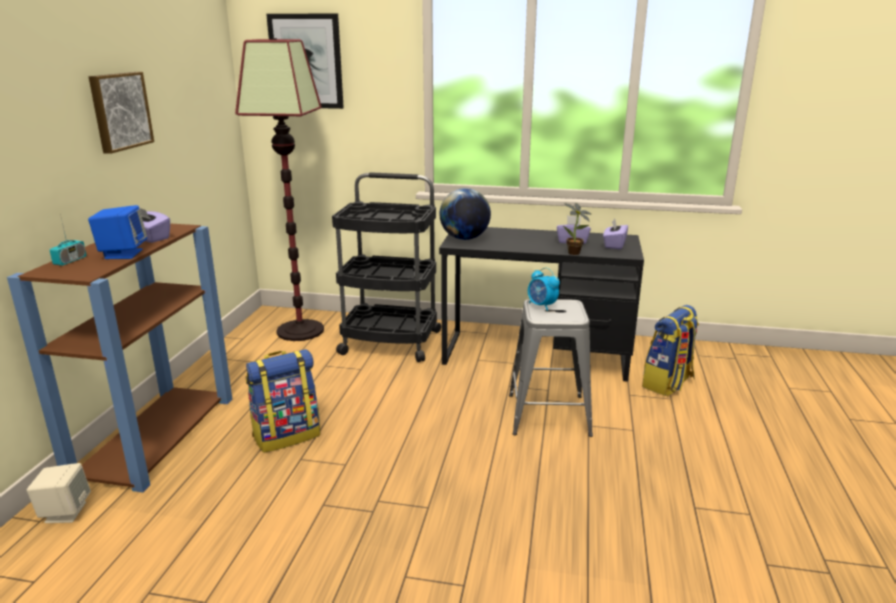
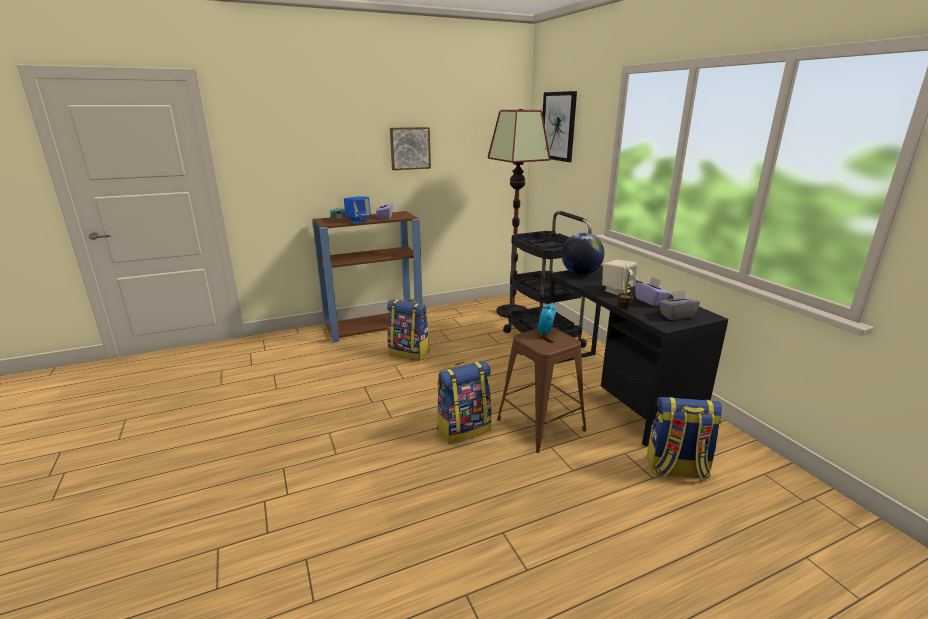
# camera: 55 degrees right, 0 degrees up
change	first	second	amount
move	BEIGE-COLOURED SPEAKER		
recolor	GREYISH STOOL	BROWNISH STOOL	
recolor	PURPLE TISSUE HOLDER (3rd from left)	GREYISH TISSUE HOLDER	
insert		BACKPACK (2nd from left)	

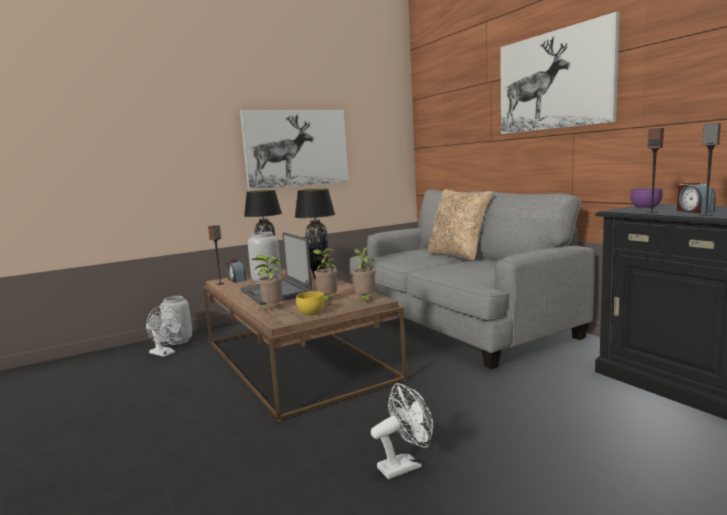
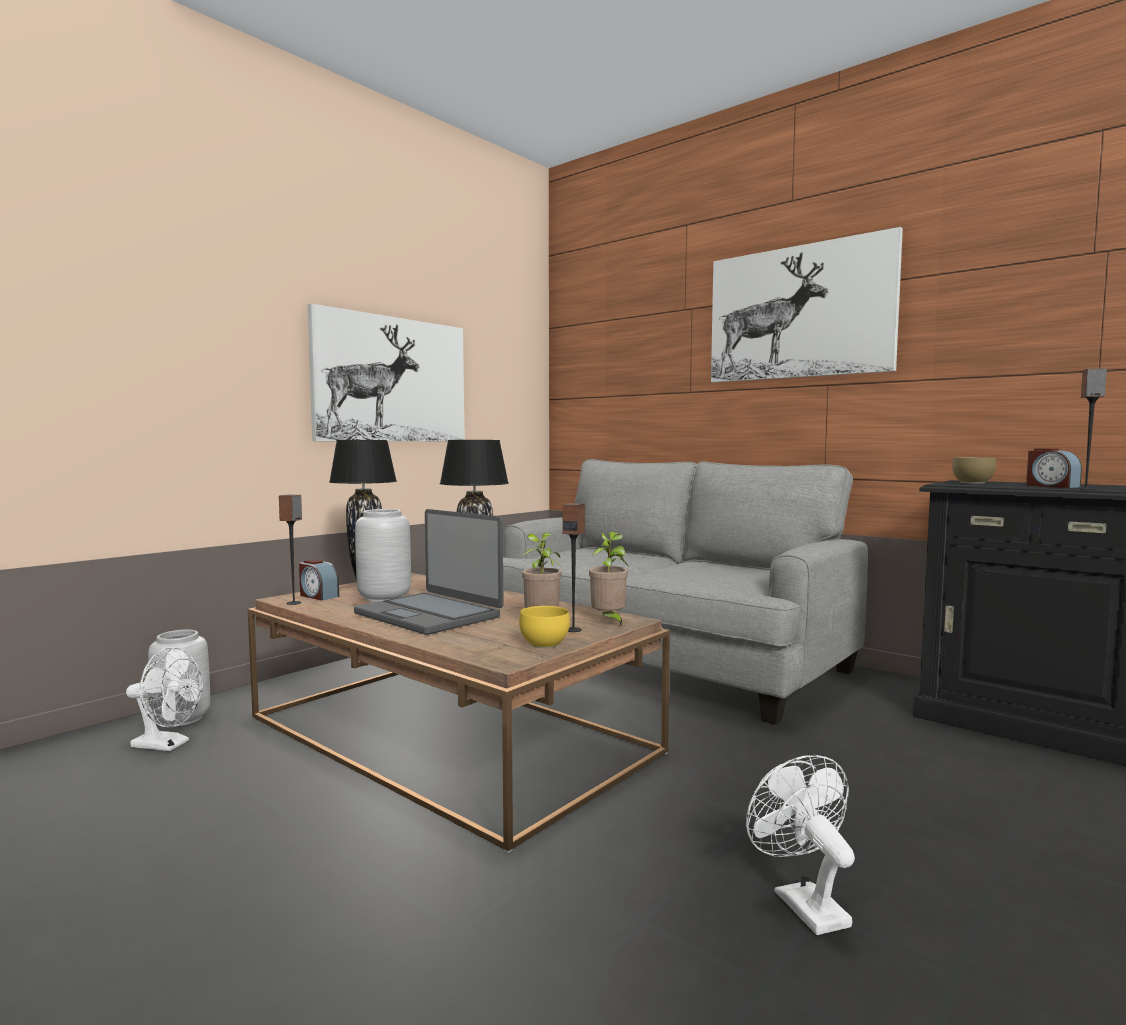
# camera: 20 degrees left, 5 degrees down
change	first	second	amount
delete	POTTED PLANT (1st from left)		
rotate	WHITE-COLOURED COOLING FAN (2nd from left)		60 degrees counterclockwise
delete	BEIGE-COLOURED PILLOW		
recolor	PURPLE BOWL	BROWNISH BOWL	
move	SPEAKER (2nd from left)		

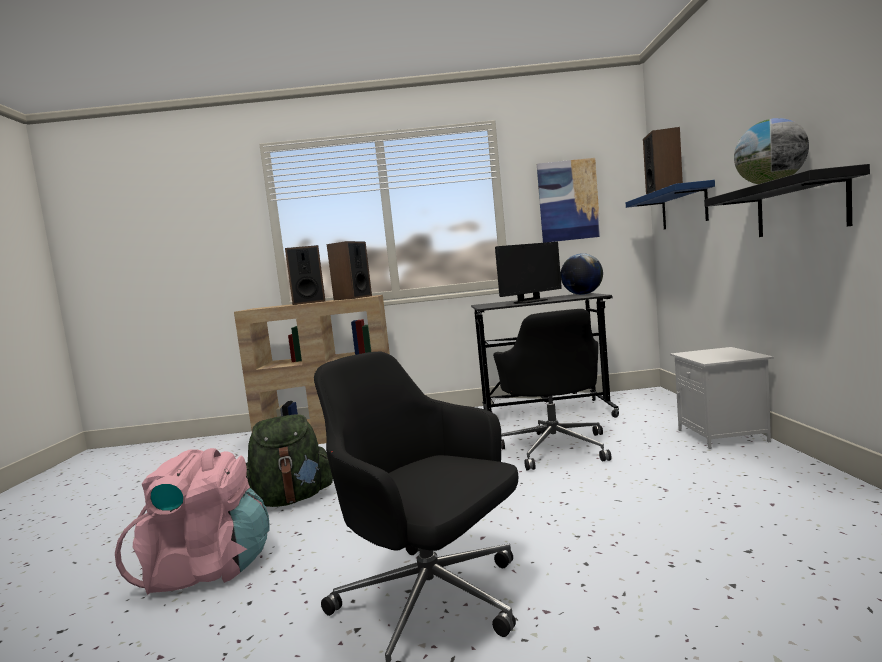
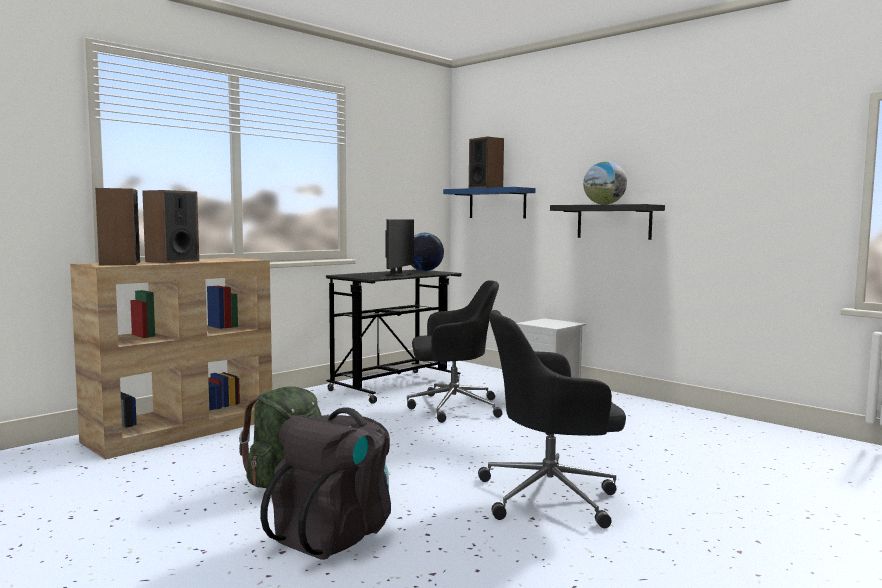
# camera: 45 degrees left, 0 degrees up
change	first	second	amount
recolor	PINK BACKPACK	BLACKISH BACKPACK	
move	SPEAKER (2nd from left in the first image)	SPEAKER (1st from left)	
rotate	BLACKISH DESK CHAIR (2nd from left in the first image)	BLACKISH DESK CHAIR (1st from left)	45 degrees counterclockwise
delete	WALL ART		

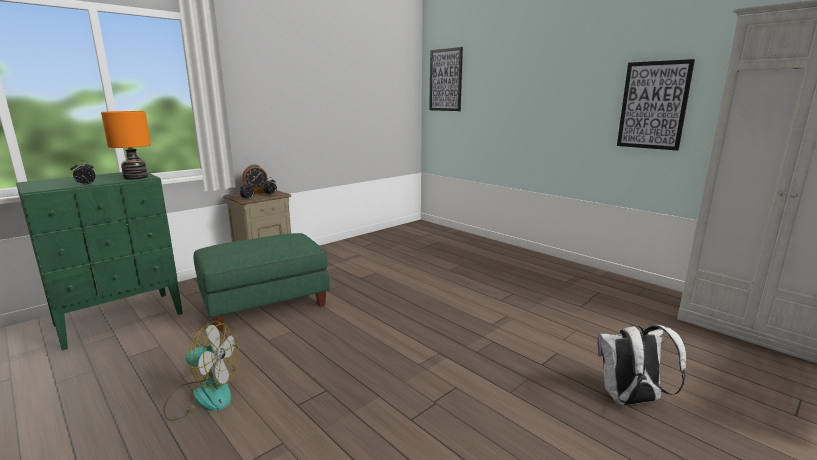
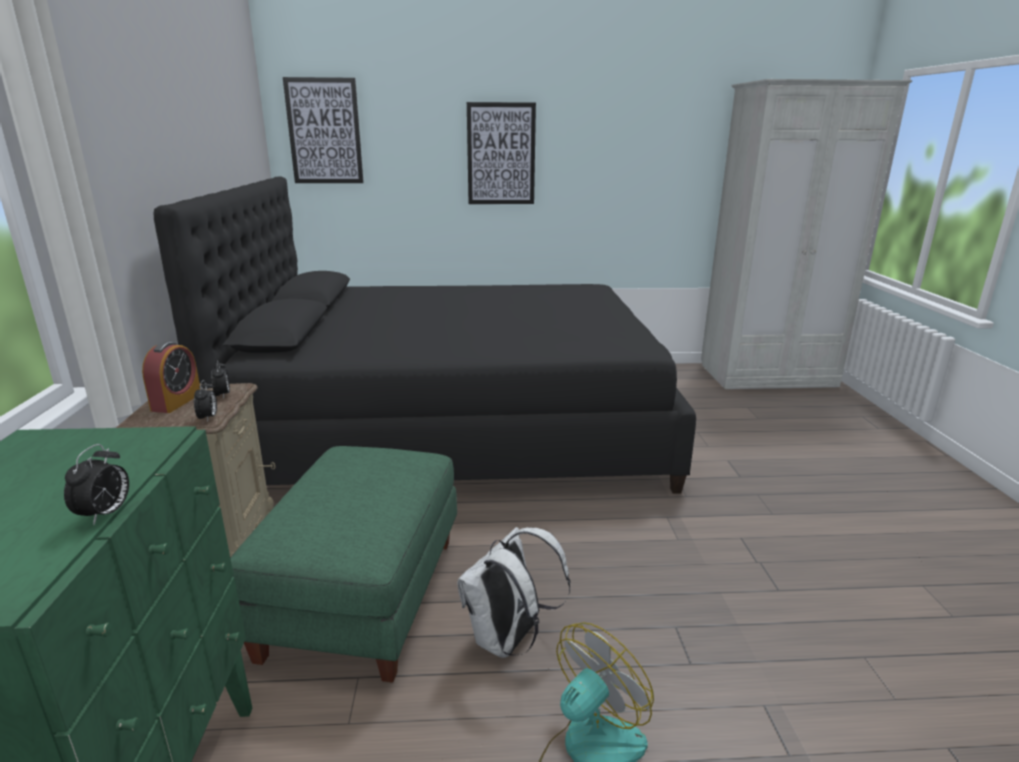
# camera: 50 degrees left, 5 degrees up
change	first	second	amount
delete	ORANGE-COLOURED LAMP FOR A TABLE		
move	WHITE-COLOURED BACKPACK		
move	WALL ART (2nd from left)		
insert		BLACKISH BEDROOM BED	

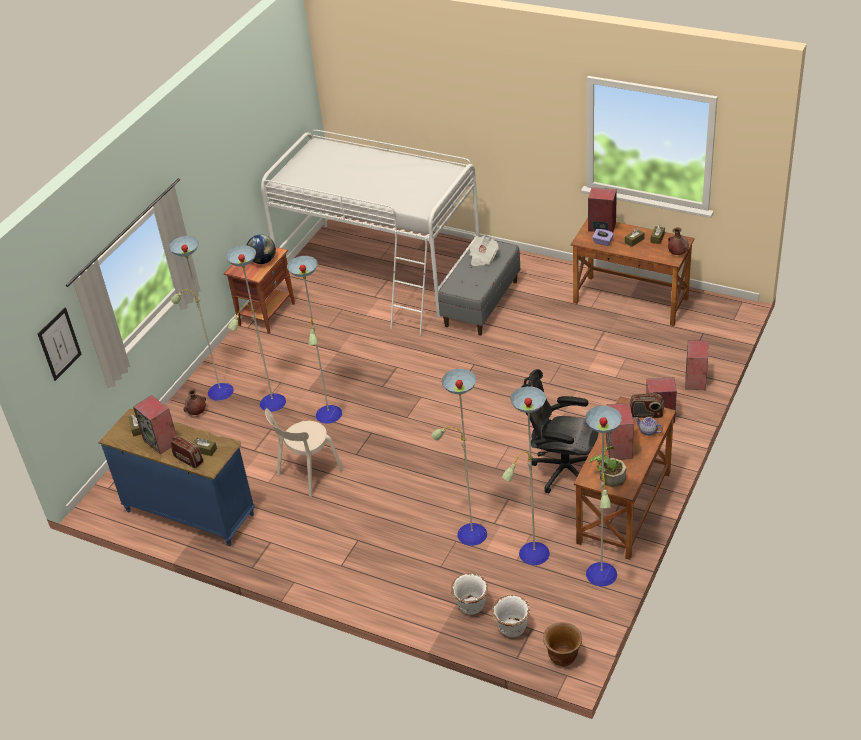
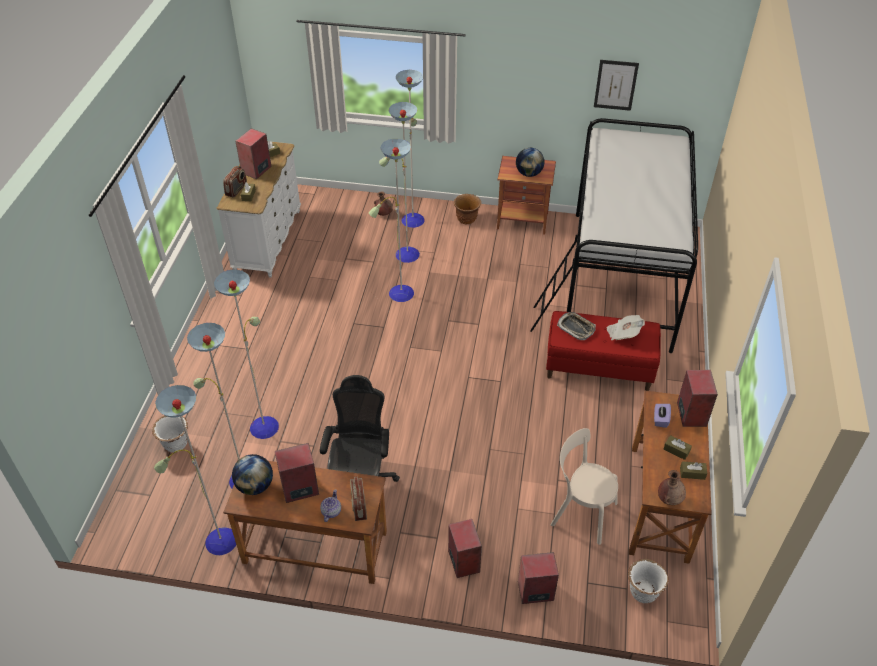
# camera: 70 degrees right, 5 degrees up
change	first	second	amount
move	WALL ART		
recolor	BLUE DRAWER CHEST	WHITE-COLOURED DRAWER CHEST	
recolor	WHITE-COLOURED BEDROOM BED	BLACKISH BEDROOM BED	
move	BEIGE-COLOURED UPRIGHT CHAIR		
recolor	GREYISH INDOOR BENCH	RED INDOOR BENCH	
move	WHITE-COLOURED PLANTER (2nd from left)		
move	BROWNISH PLANTER		
replace	POTTED PLANT	WORLD GLOBE (1st from left)	
insert		SERVING TRAY	

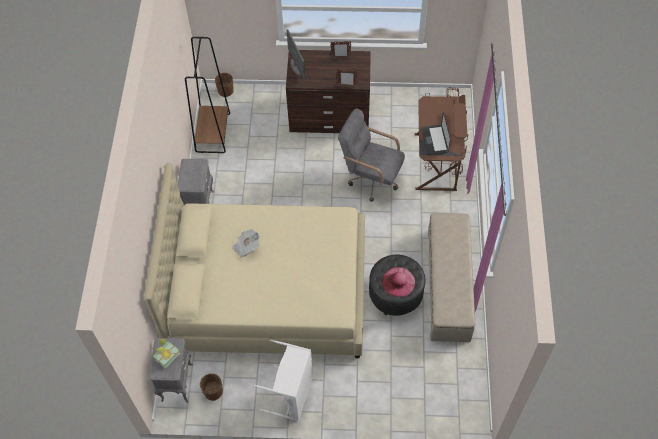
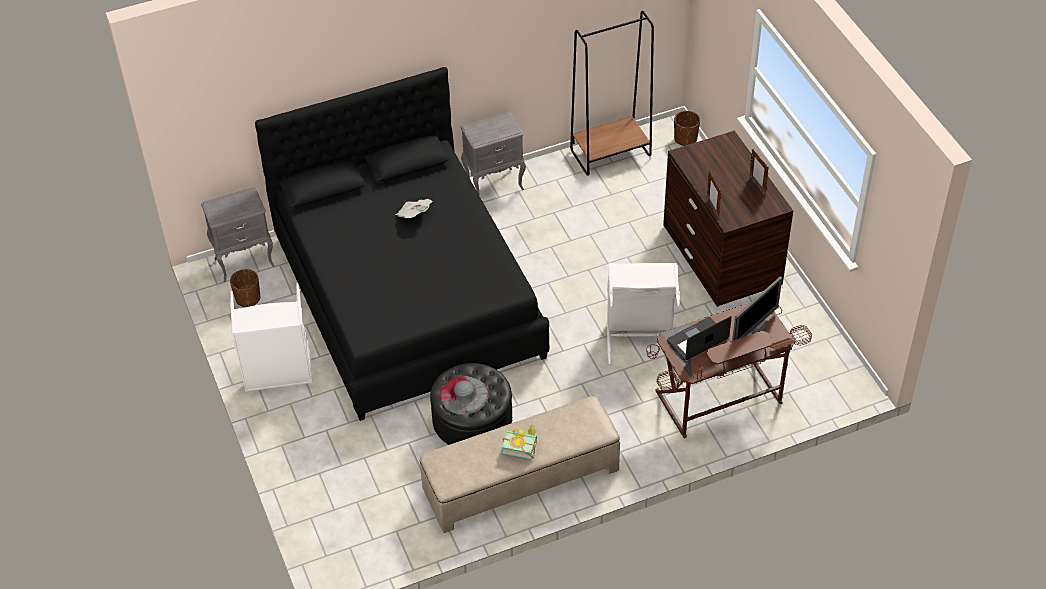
# camera: 65 degrees right, 10 degrees down
change	first	second	amount
recolor	BEIGE-COLOURED BEDROOM BED	BLACKISH BEDROOM BED	
move	BOOK		
move	COMPUTER SCREEN		
replace	GREYISH DESK CHAIR	WHITE-COLOURED LAUNDRY BASKET (2nd from left)	
recolor	PINK WEARABLE HAT	GREYISH WEARABLE HAT	

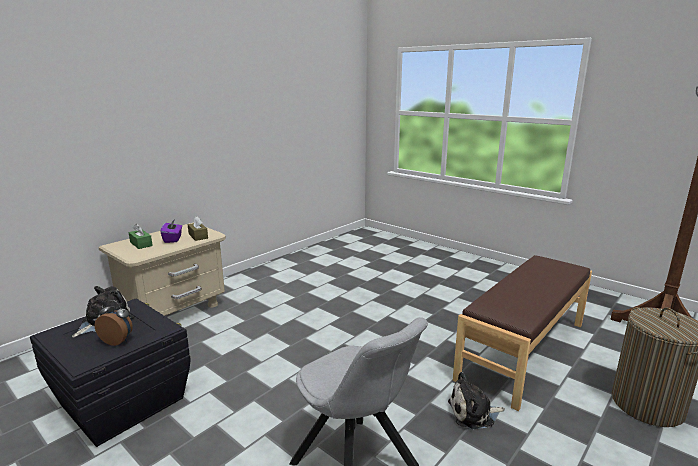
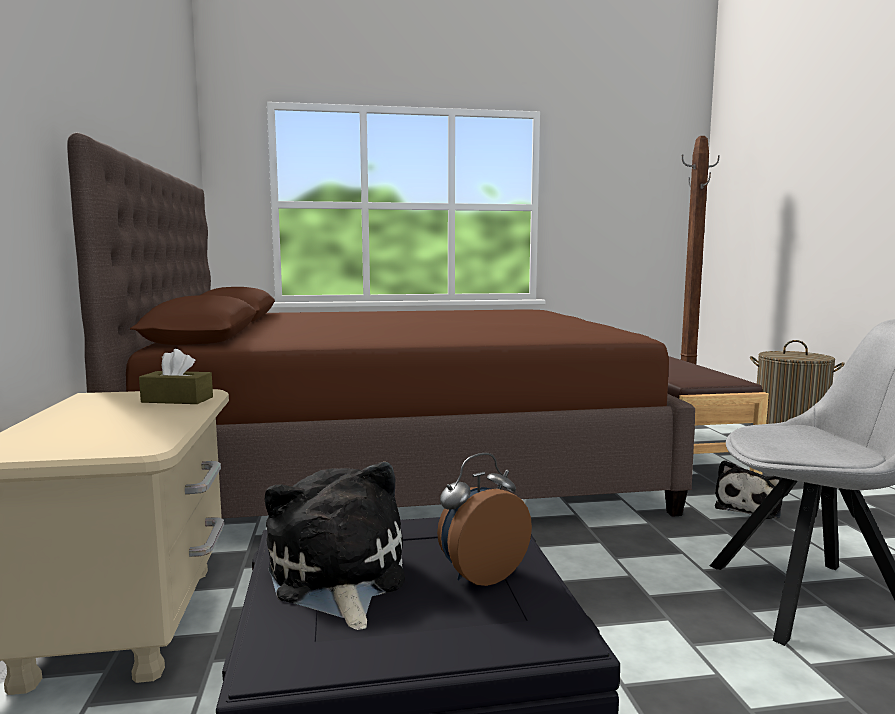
# camera: 50 degrees left, 10 degrees down
change	first	second	amount
delete	GREEN-COLOURED TISSUE HOLDER		
delete	PURPLE TISSUE HOLDER		
insert		BROWNISH BEDROOM BED	

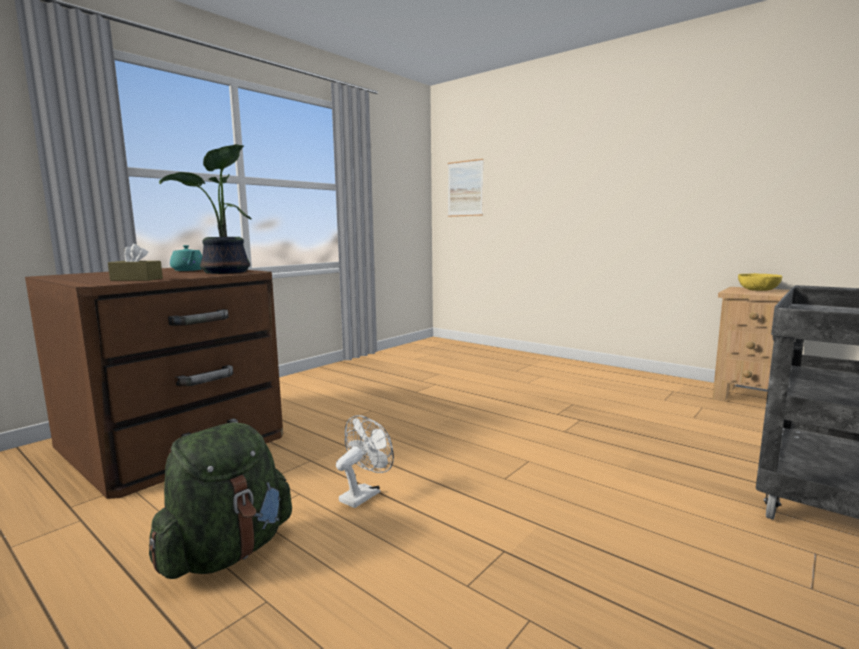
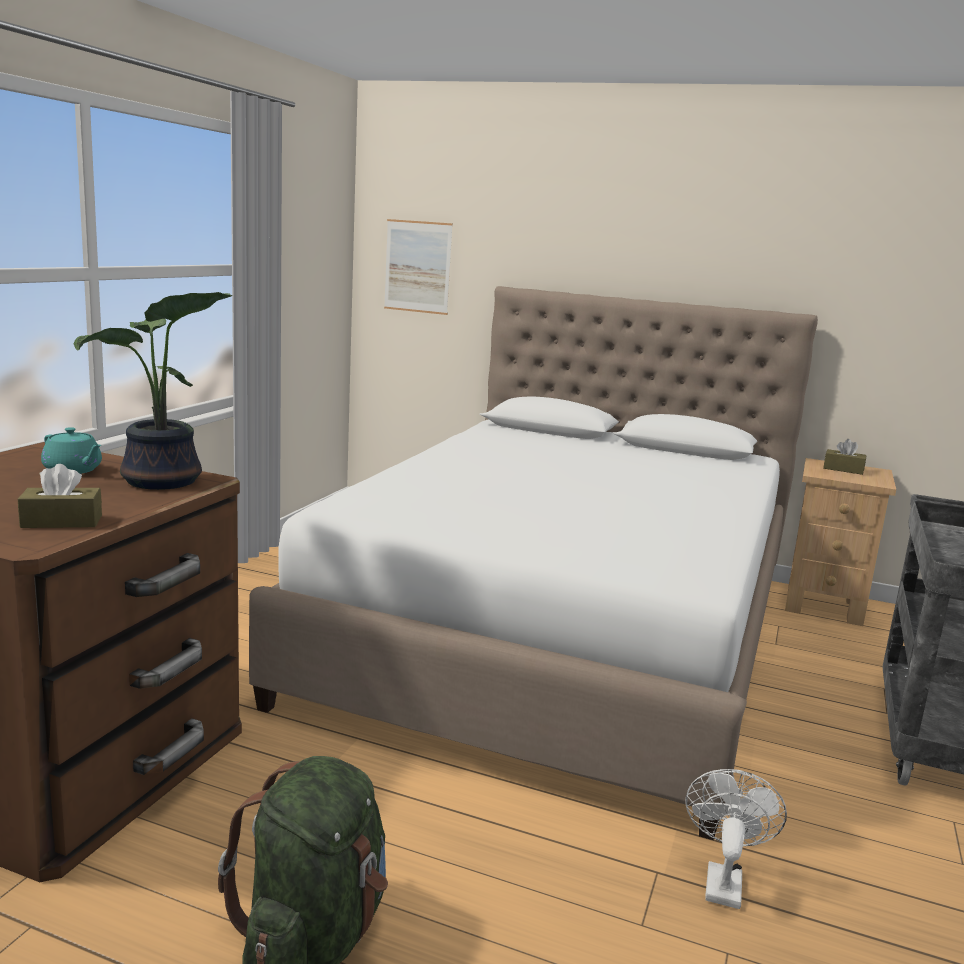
# camera: 20 degrees left, 5 degrees up
change	first	second	amount
move	WHITE-COLOURED COOLING FAN		
replace	YELLOW BOWL	BROWNISH TISSUE HOLDER (2nd from left)	
insert		WHITE-COLOURED BEDROOM BED	

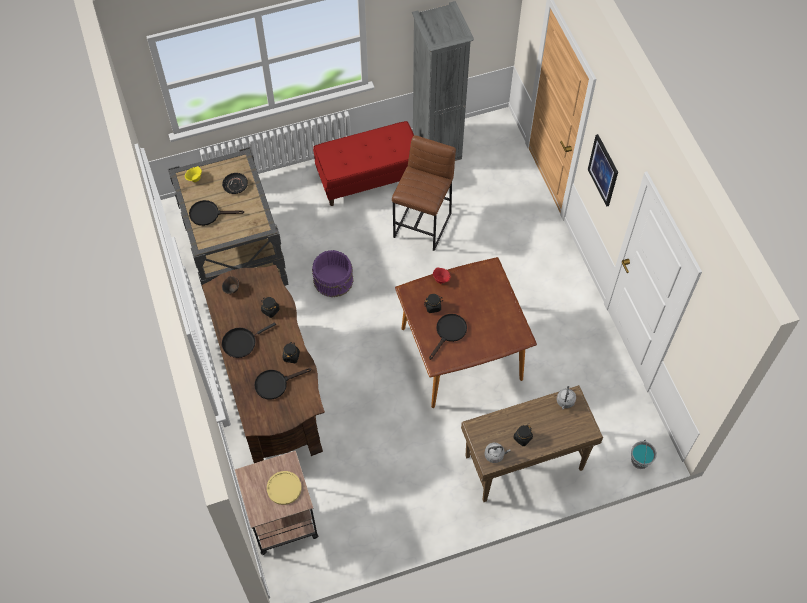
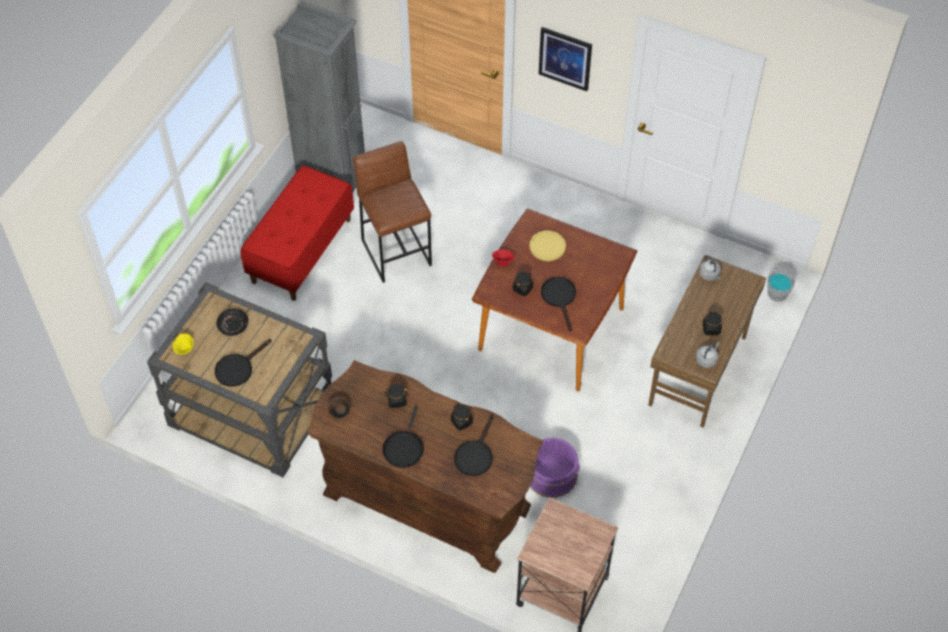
# camera: 45 degrees left, 5 degrees down
change	first	second	amount
move	YELLOW PLATE		
move	PURPLE BUCKET		

